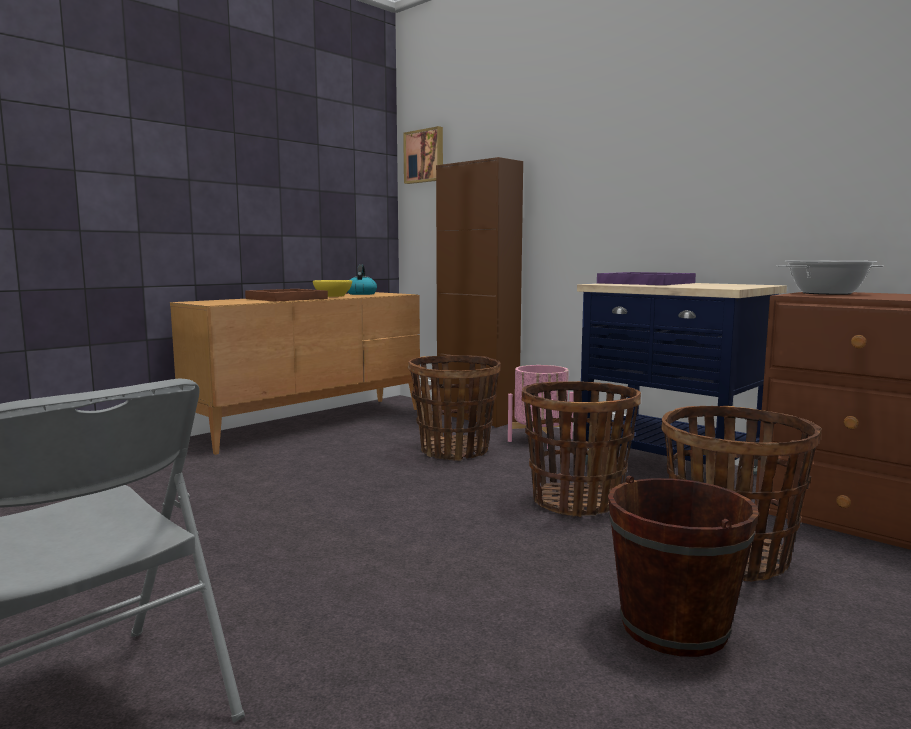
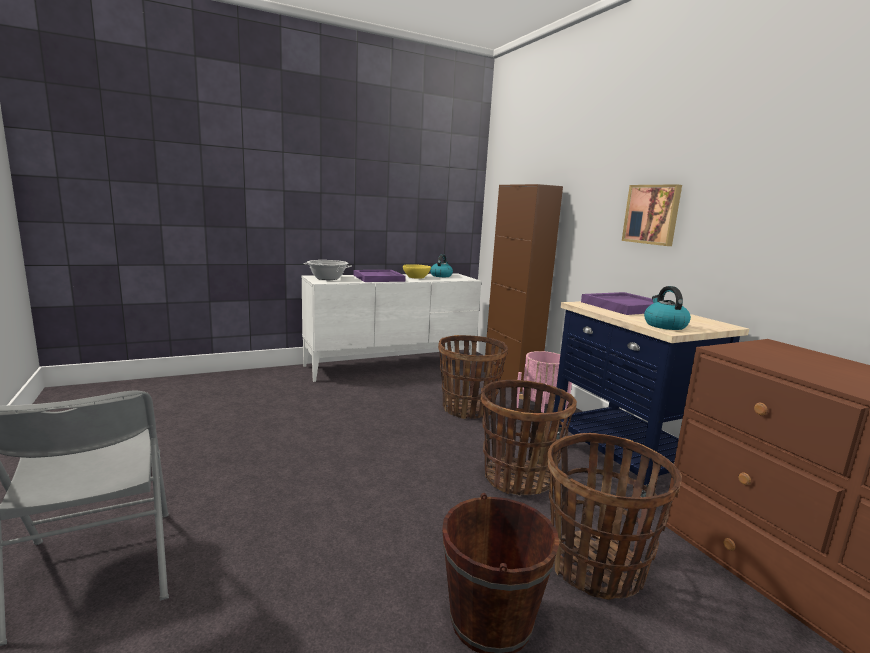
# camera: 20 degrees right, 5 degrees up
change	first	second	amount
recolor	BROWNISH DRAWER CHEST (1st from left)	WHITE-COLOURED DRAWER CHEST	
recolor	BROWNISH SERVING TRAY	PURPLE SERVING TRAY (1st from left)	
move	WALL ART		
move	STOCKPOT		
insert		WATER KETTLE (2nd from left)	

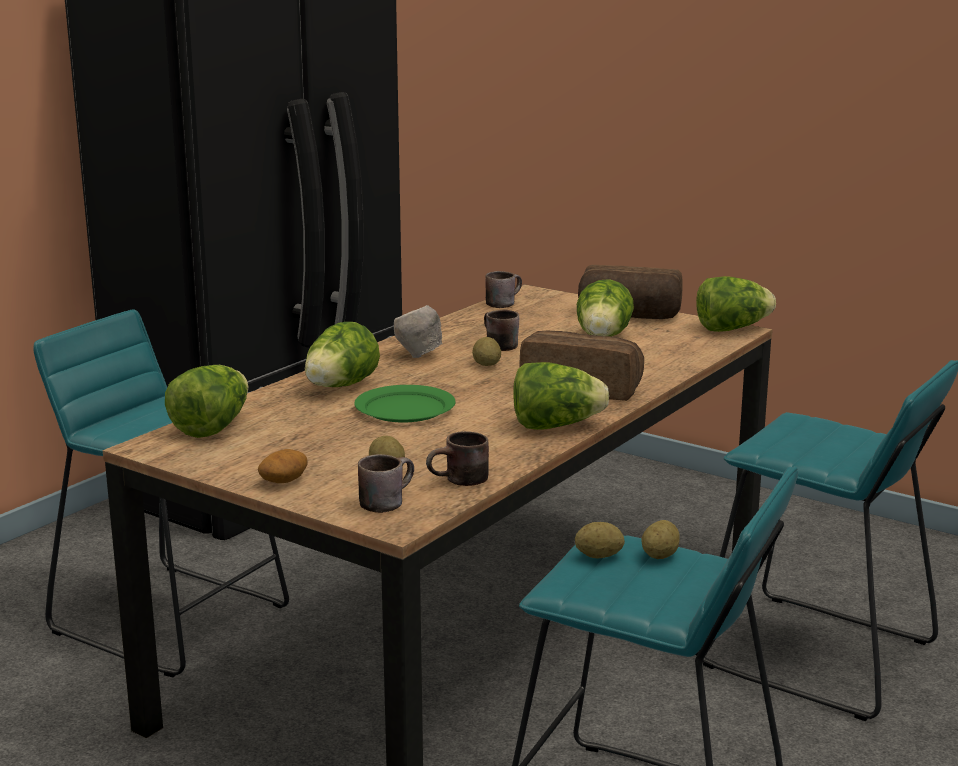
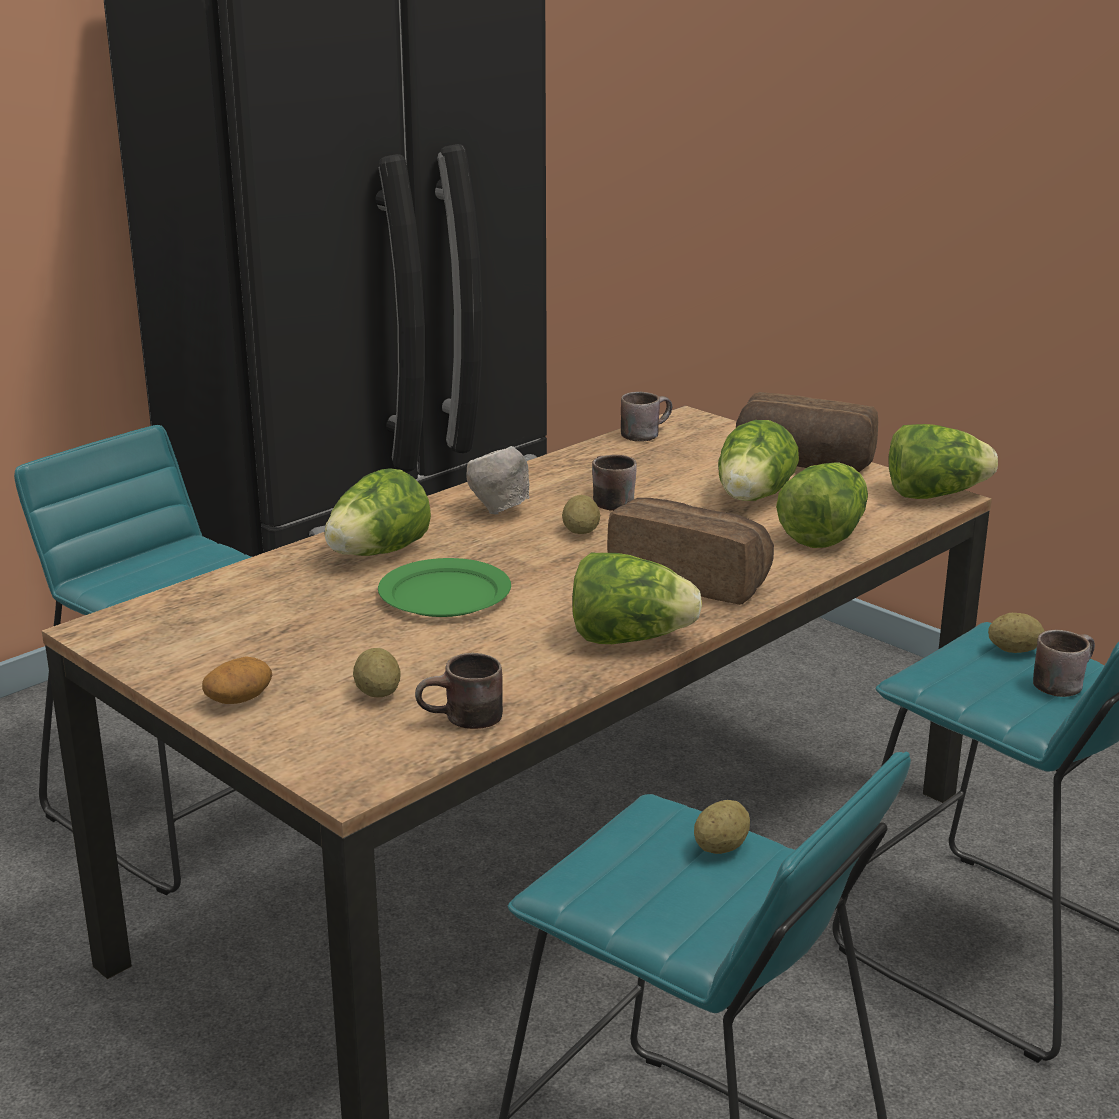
# camera: 10 degrees right, 5 degrees up
change	first	second	amount
move	LETTUCE (1st from left in the first image)	LETTUCE (4th from left)	
move	BROWNISH MUG (1st from left in the first image)	BROWNISH MUG (4th from left)	
move	POTATO (4th from left in the first image)	POTATO (5th from left)	

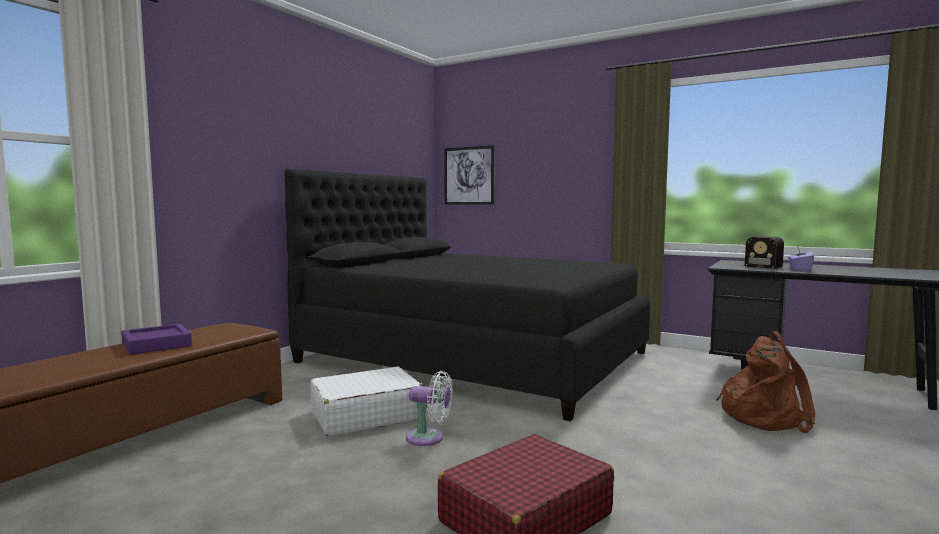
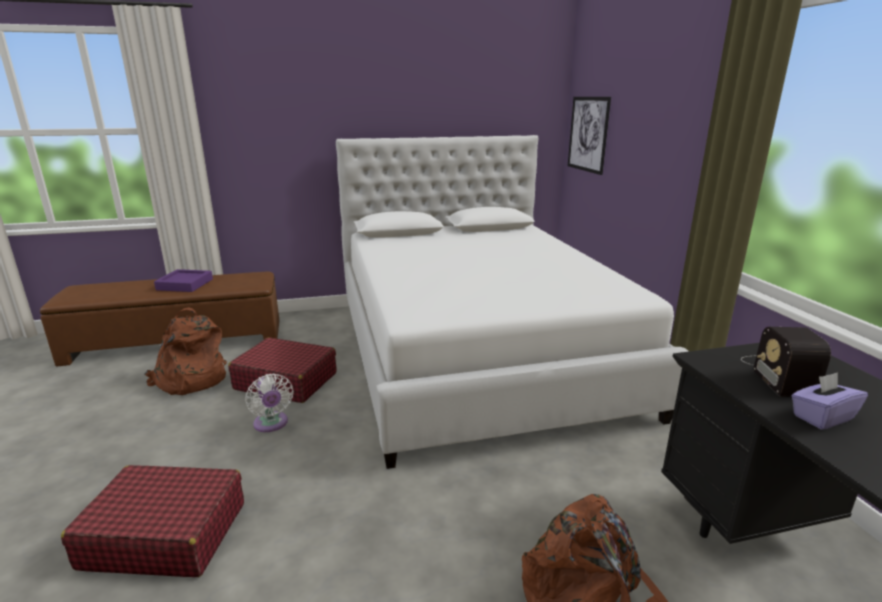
# camera: 45 degrees right, 15 degrees up
change	first	second	amount
recolor	BLACKISH BEDROOM BED	WHITE-COLOURED BEDROOM BED	
recolor	WHITE-COLOURED PIECE OF LUGGAGE	RED PIECE OF LUGGAGE (2nd from left)	
insert		BROWNISH BACKPACK (1st from left)	

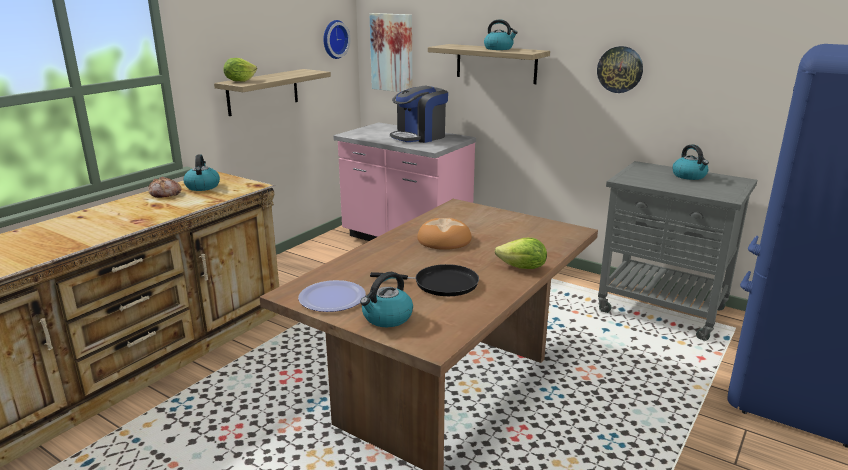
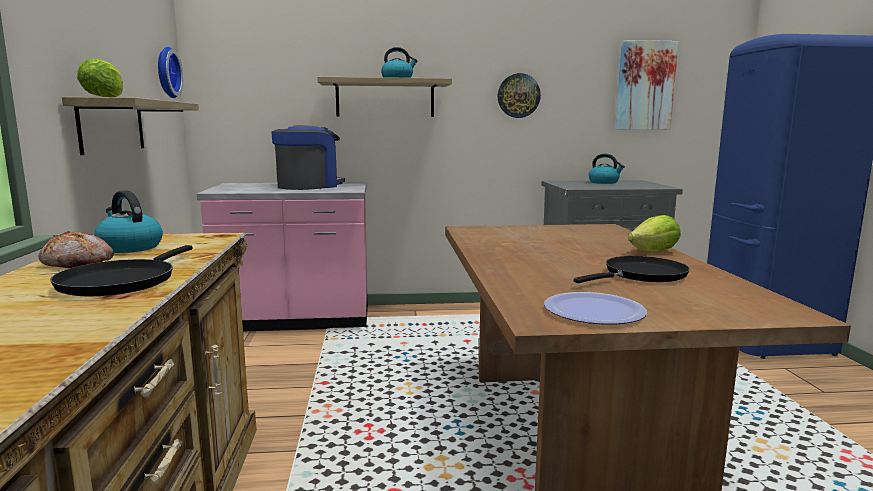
# camera: 40 degrees left, 10 degrees down
change	first	second	amount
delete	WATER KETTLE (2nd from left)		
move	WALL ART		
rotate	COFFEE MACHINE		150 degrees counterclockwise
delete	BAKERY BREAD (2nd from left)		
insert		BLACKISH FRYING PAN (1st from left)	

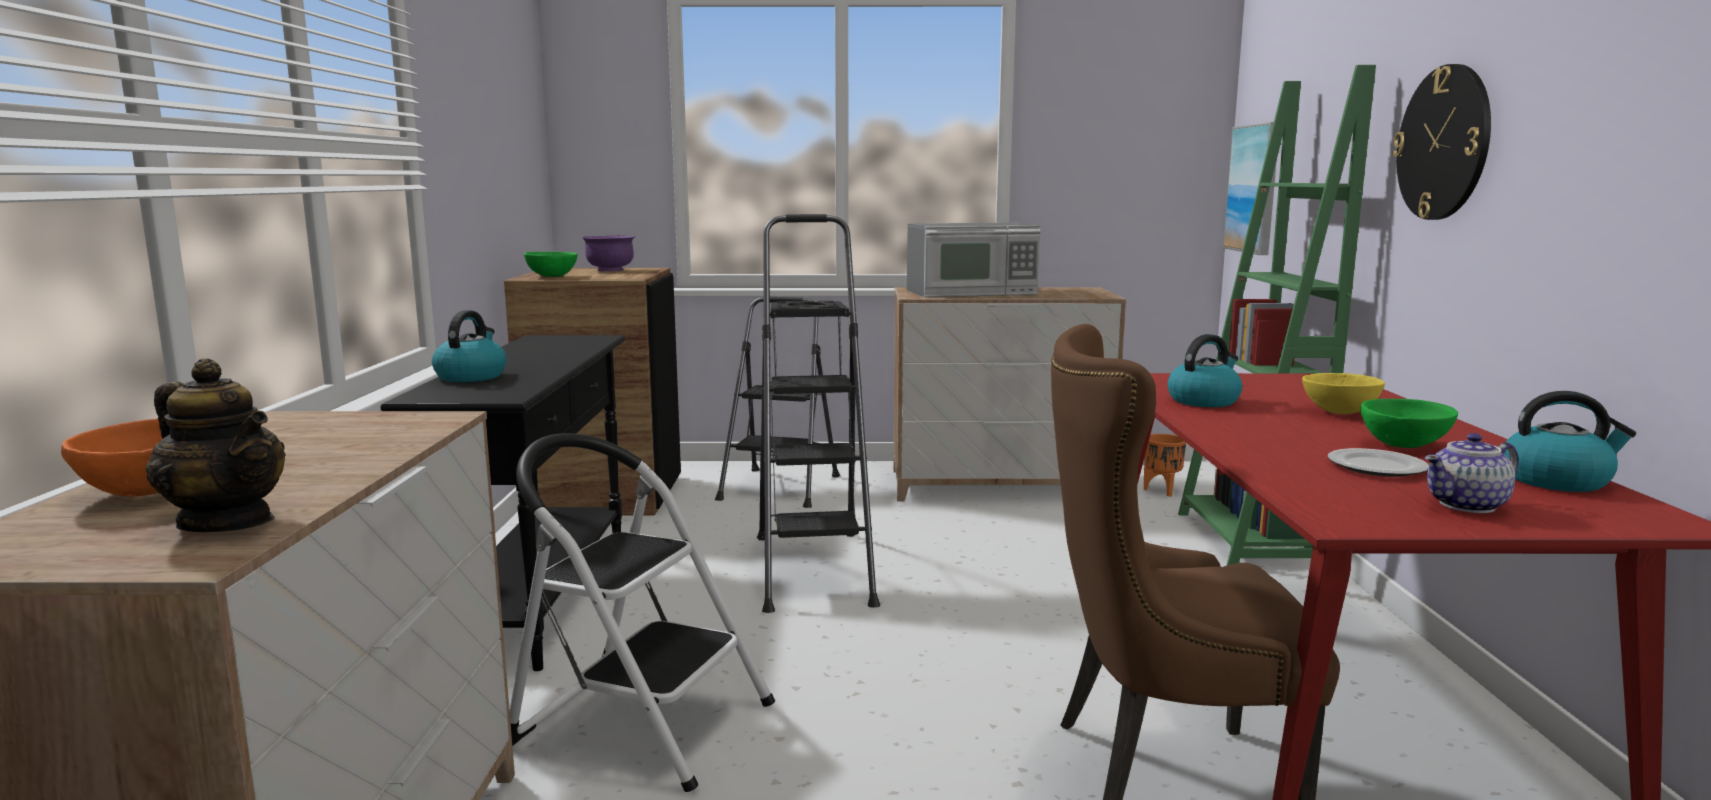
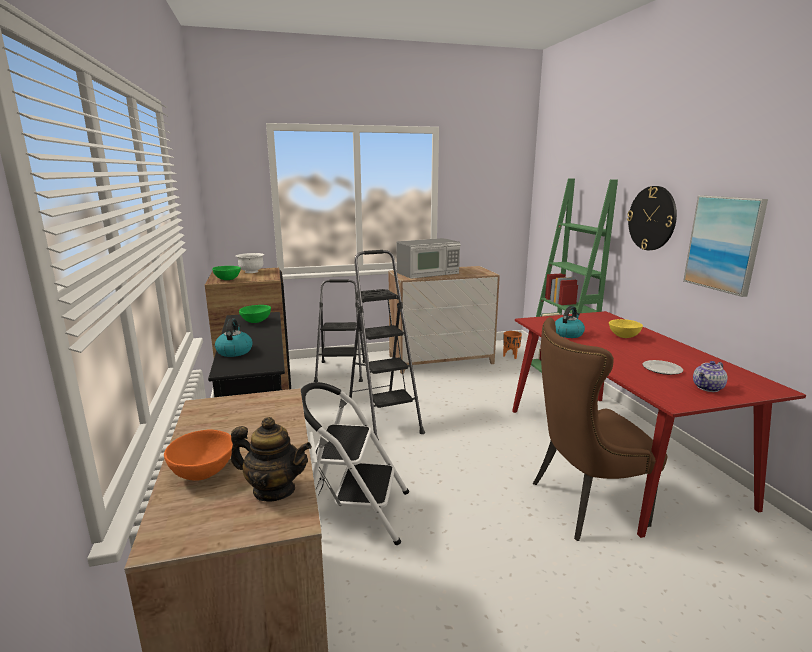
# camera: 15 degrees left, 5 degrees up
change	first	second	amount
recolor	PURPLE BOWL	WHITE-COLOURED BOWL	
move	WALL ART		
move	GREEN-COLOURED BOWL (2nd from left)		
delete	WATER KETTLE (3rd from left)		

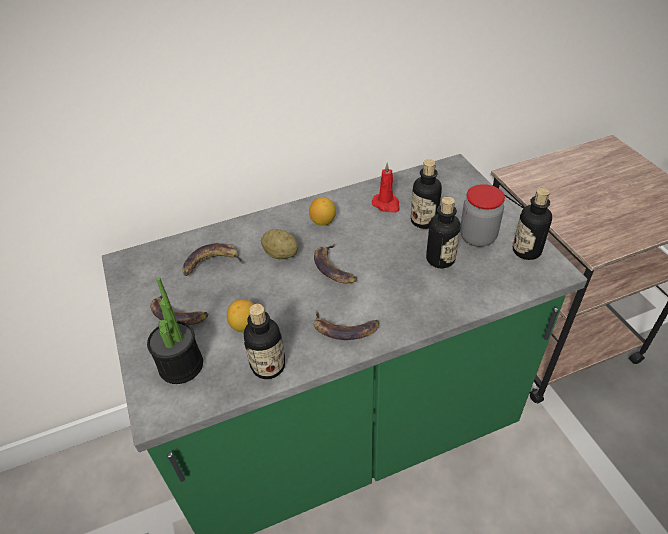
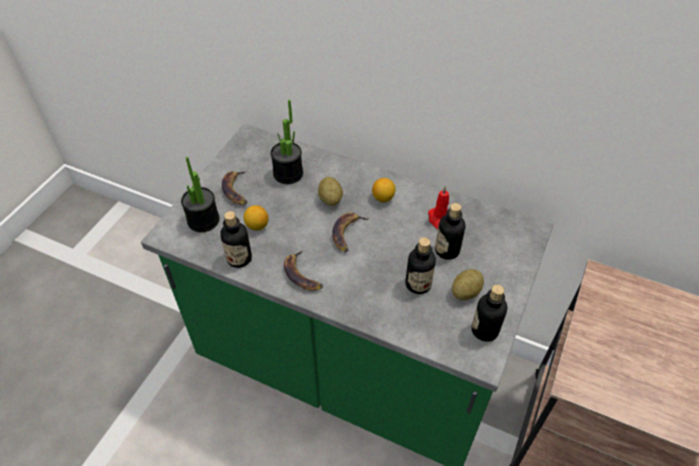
# camera: 45 degrees right, 5 degrees up
change	first	second	amount
replace	BANANA (2nd from left)	POTTED PLANT (2nd from left)	
replace	JAR	POTATO (2nd from left)	

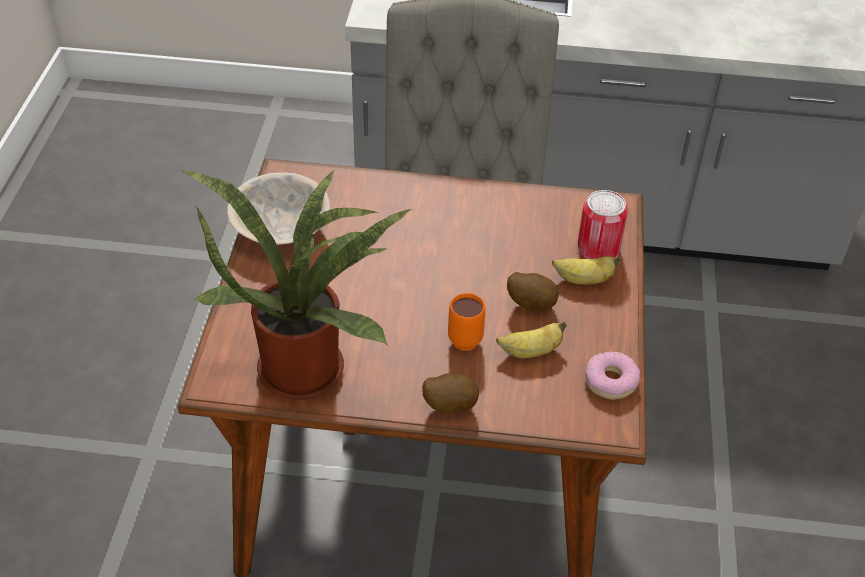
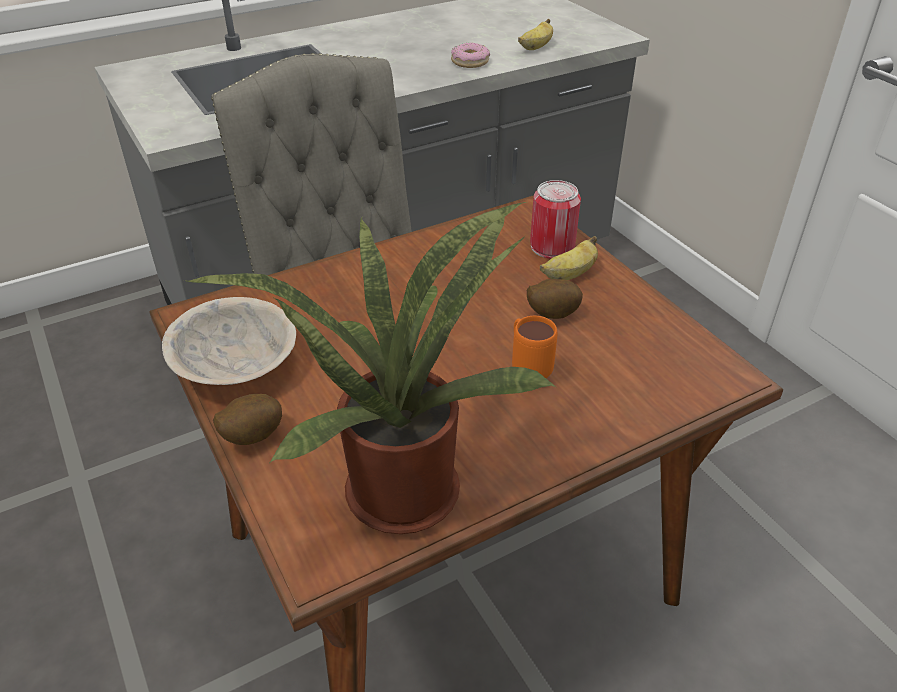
# camera: 35 degrees left, 5 degrees down
change	first	second	amount
move	POTATO (1st from left)		
move	BANANA (1st from left)		
move	RING DOUGHNUT		

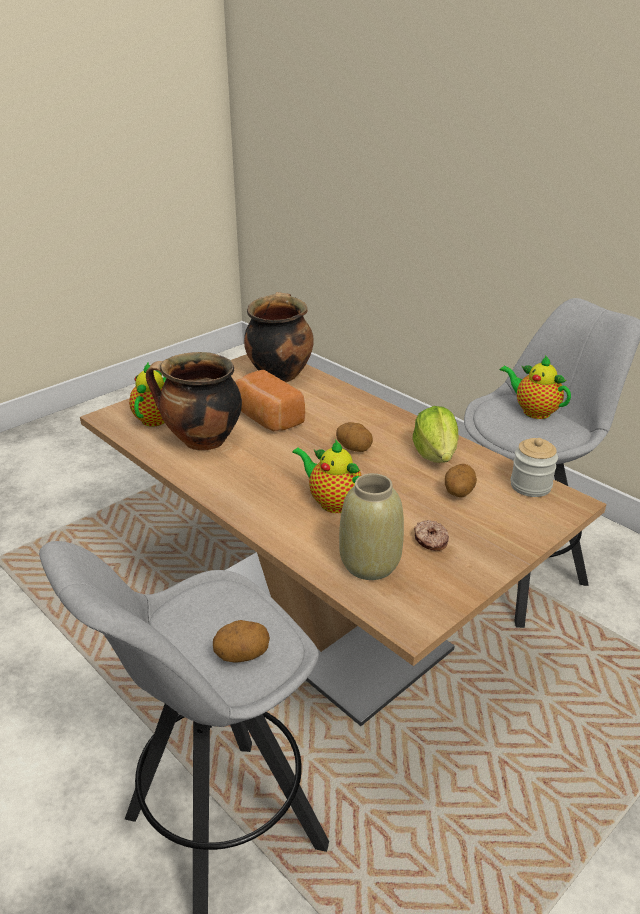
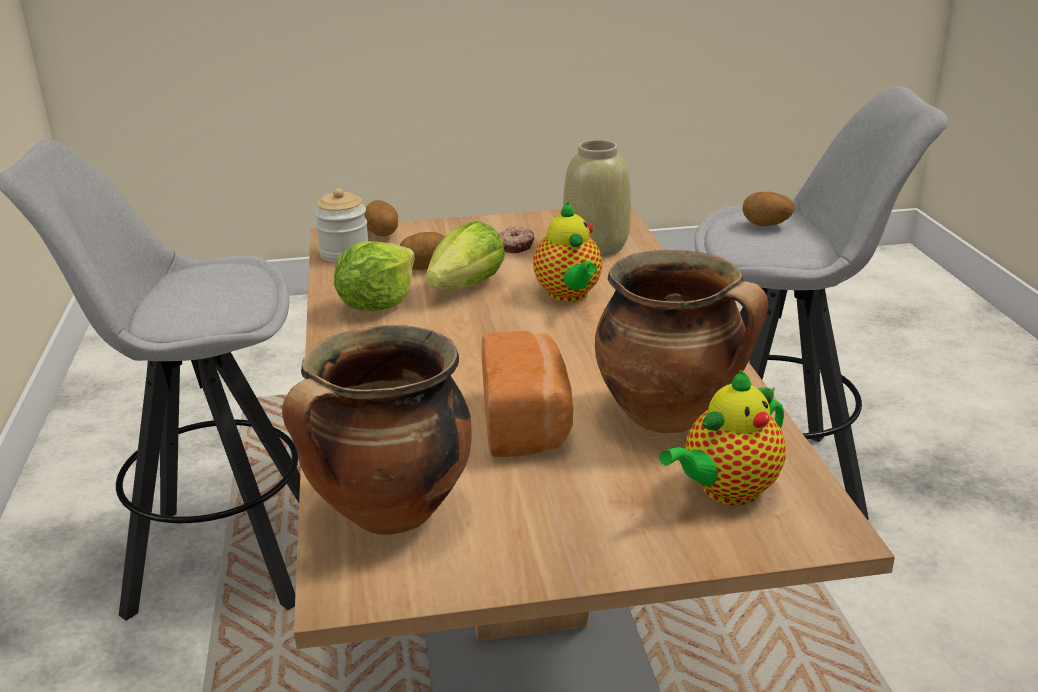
# camera: 145 degrees left, 5 degrees down
change	first	second	amount
move	POTATO (2nd from left in the first image)	POTATO (1st from left)	
delete	TEA POT (3rd from left)		
insert		LETTUCE (2nd from left)	

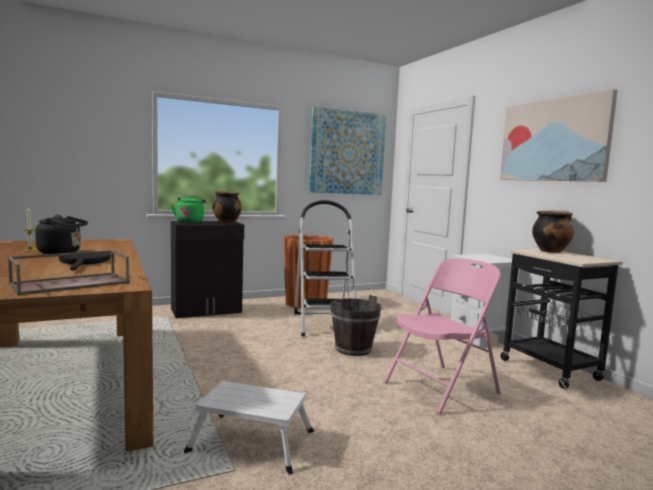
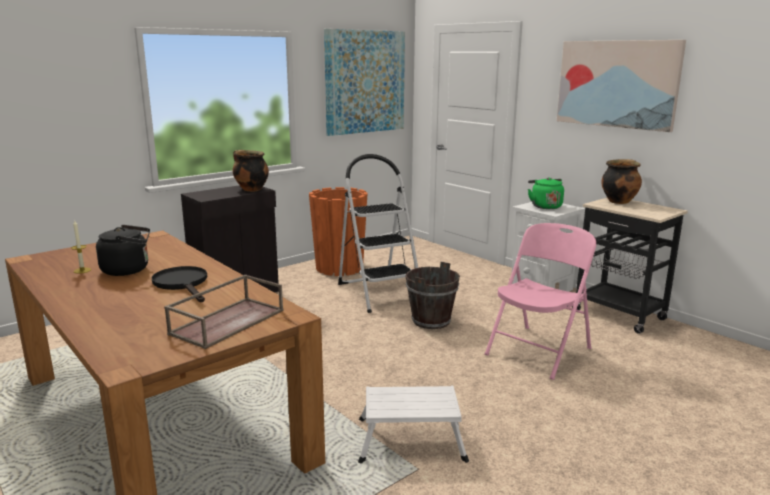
# camera: 15 degrees left, 10 degrees up
change	first	second	amount
move	GREEN-COLOURED WATER KETTLE		

